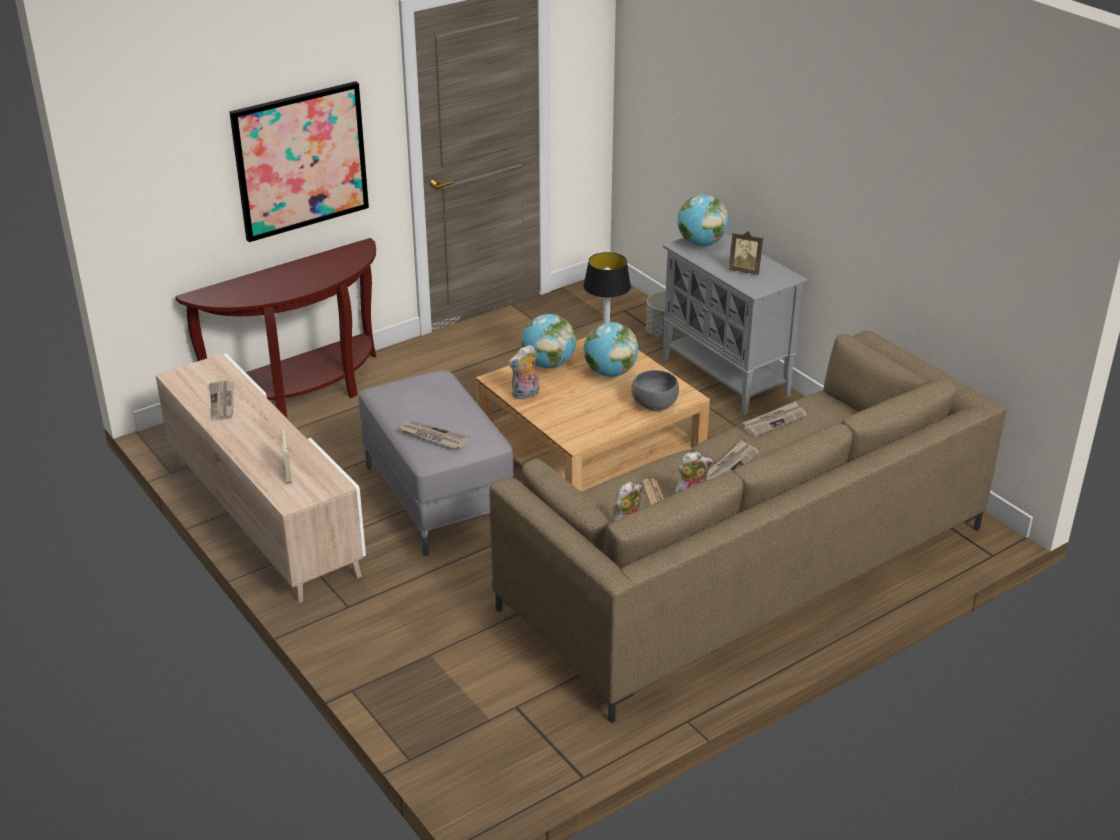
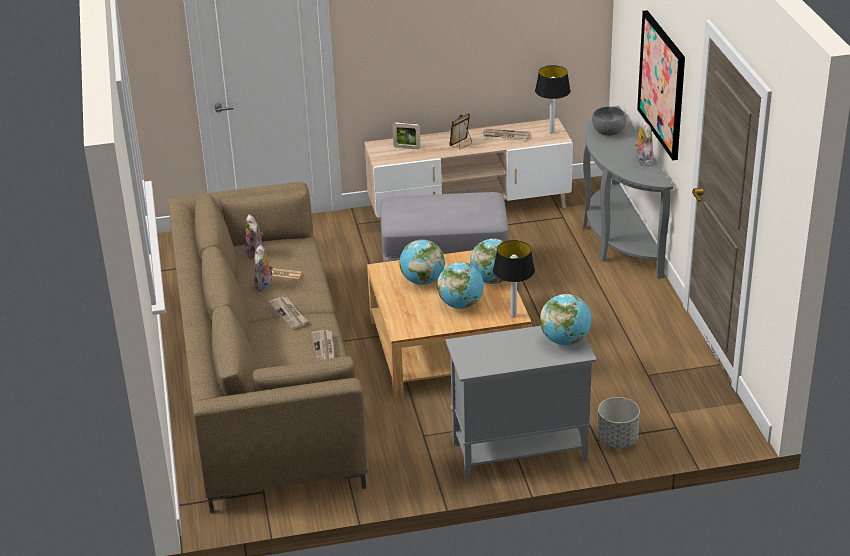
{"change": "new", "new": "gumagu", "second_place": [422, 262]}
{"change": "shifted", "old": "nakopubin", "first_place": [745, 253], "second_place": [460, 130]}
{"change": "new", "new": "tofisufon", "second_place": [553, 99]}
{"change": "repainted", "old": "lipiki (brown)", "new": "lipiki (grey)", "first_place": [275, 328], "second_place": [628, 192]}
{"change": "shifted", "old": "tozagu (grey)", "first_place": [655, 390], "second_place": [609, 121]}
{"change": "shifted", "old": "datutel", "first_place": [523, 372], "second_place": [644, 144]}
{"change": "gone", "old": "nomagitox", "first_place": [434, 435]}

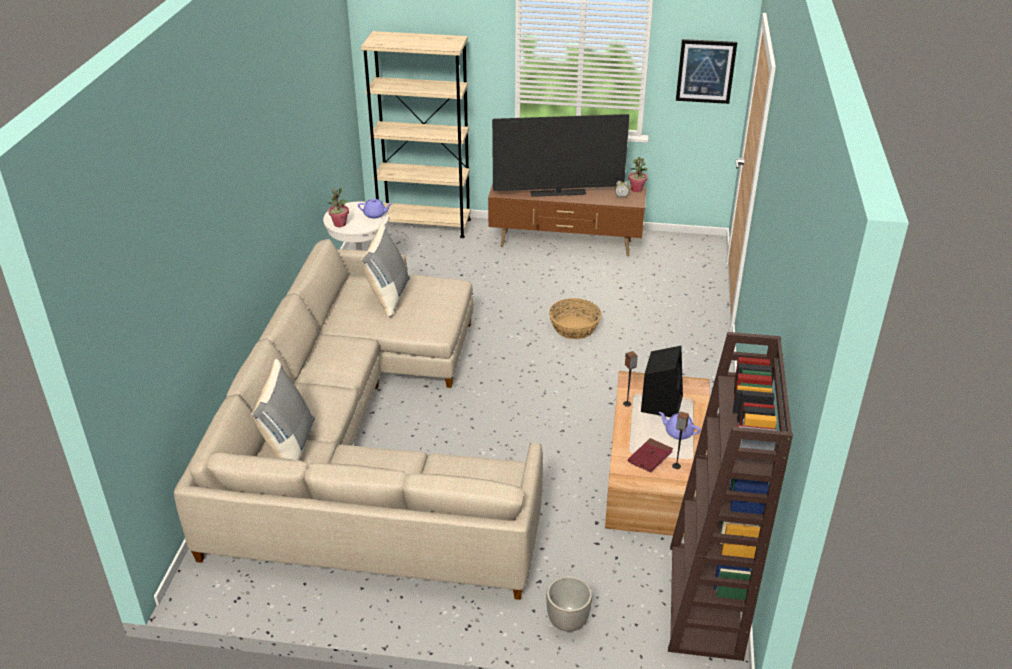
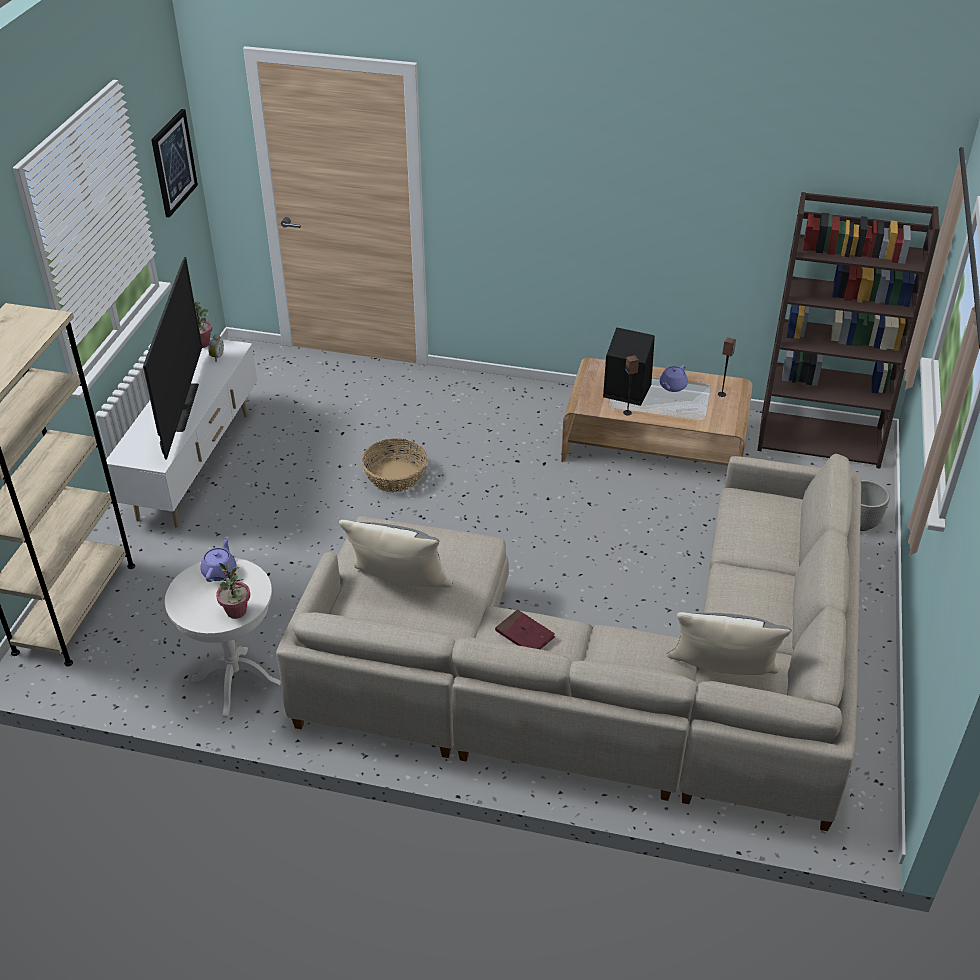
{"change": "repainted", "old": "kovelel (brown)", "new": "kovelel (white)", "first_place": [567, 220], "second_place": [181, 432]}
{"change": "shifted", "old": "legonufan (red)", "first_place": [650, 455], "second_place": [525, 629]}

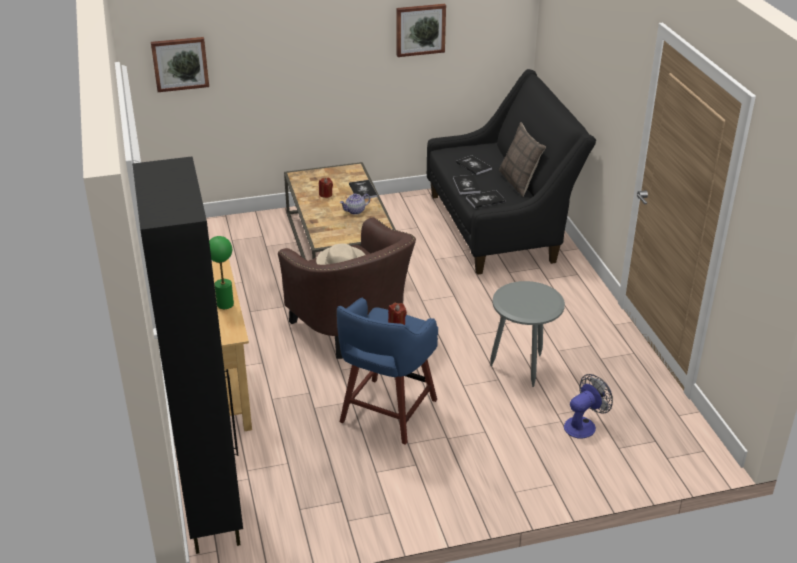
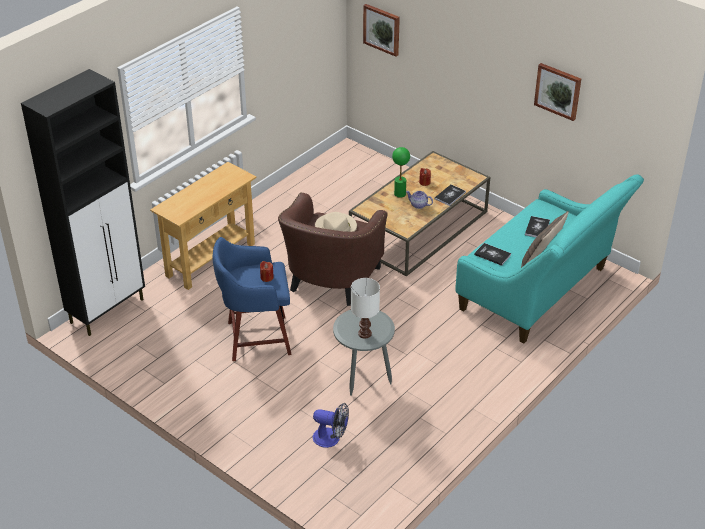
{"change": "new", "new": "tofisufon (white)", "second_place": [365, 308]}
{"change": "shifted", "old": "tofisufon (green)", "first_place": [221, 272], "second_place": [401, 172]}
{"change": "repainted", "old": "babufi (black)", "new": "babufi (turquoise)", "first_place": [511, 172], "second_place": [550, 258]}
{"change": "gone", "old": "legonufan", "first_place": [467, 185]}

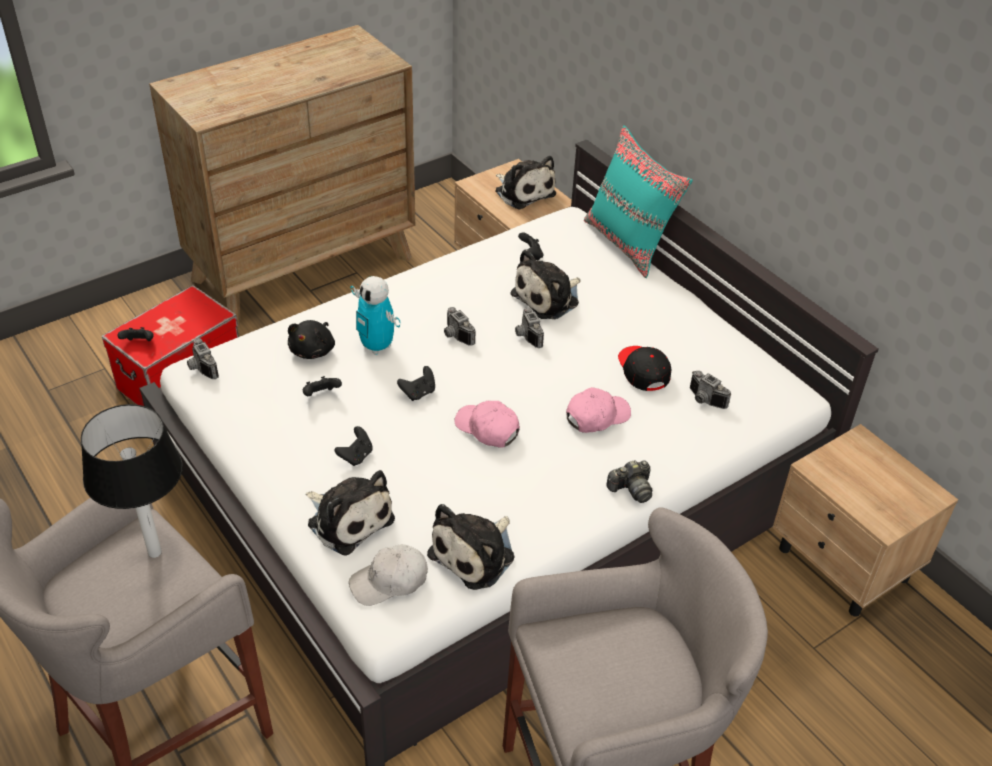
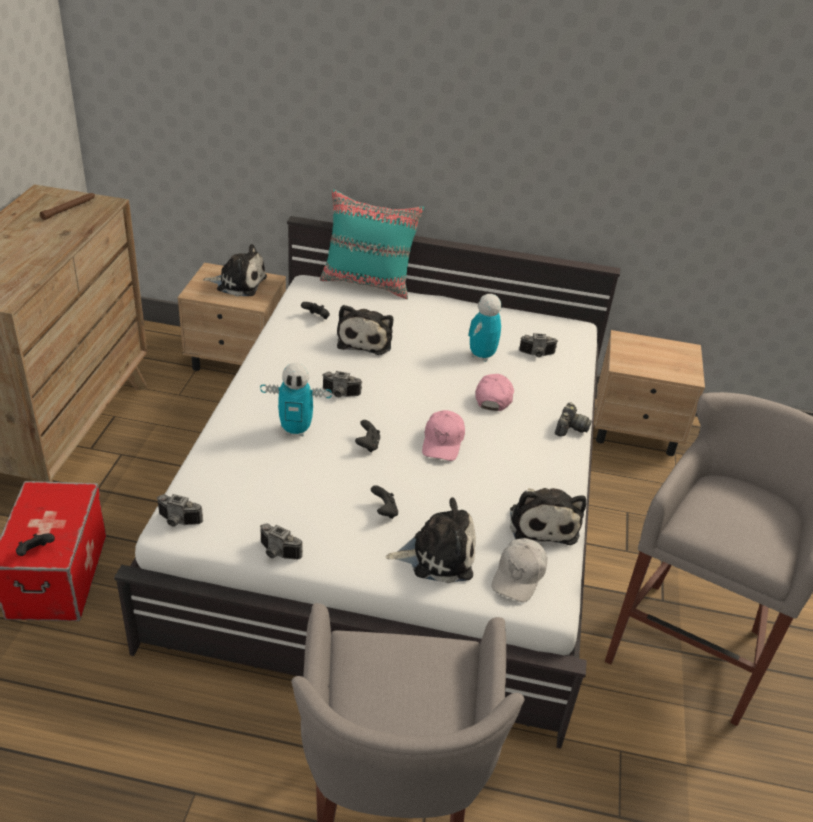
{"change": "new", "new": "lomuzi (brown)", "second_place": [67, 206]}
{"change": "shifted", "old": "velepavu", "first_place": [529, 327], "second_place": [281, 542]}
{"change": "rotated", "old": "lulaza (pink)", "first_place": [487, 424], "second_place": [443, 435], "degrees": -75}
{"change": "swapped", "old": "lulaza (black)", "new": "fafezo", "first_place": [644, 368], "second_place": [484, 328]}
{"change": "gone", "old": "tofisufon", "first_place": [132, 481]}
{"change": "gone", "old": "datutel (black)", "first_place": [311, 339]}
{"change": "gone", "old": "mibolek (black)", "first_place": [322, 386]}

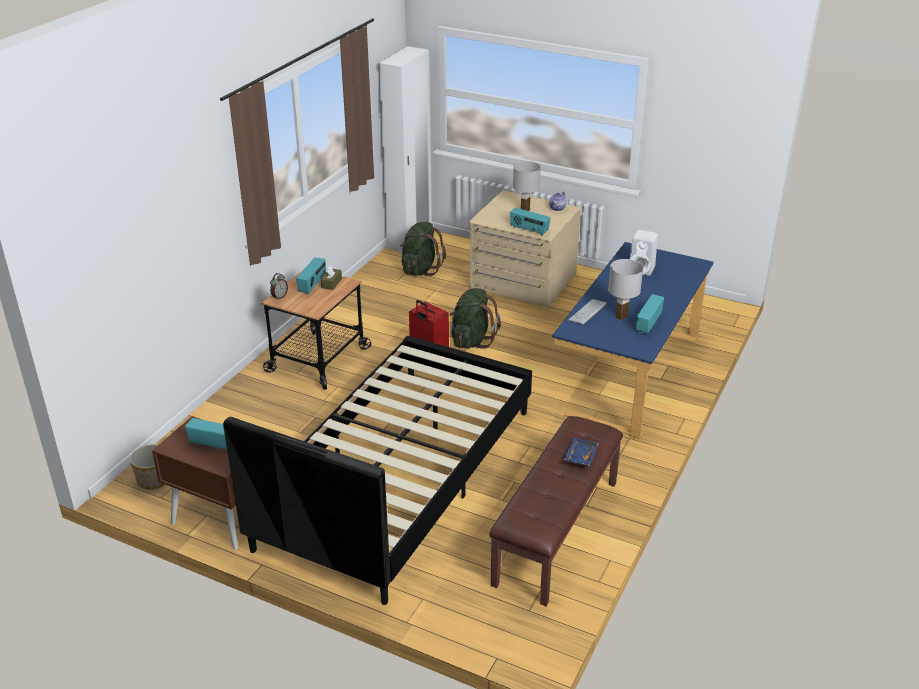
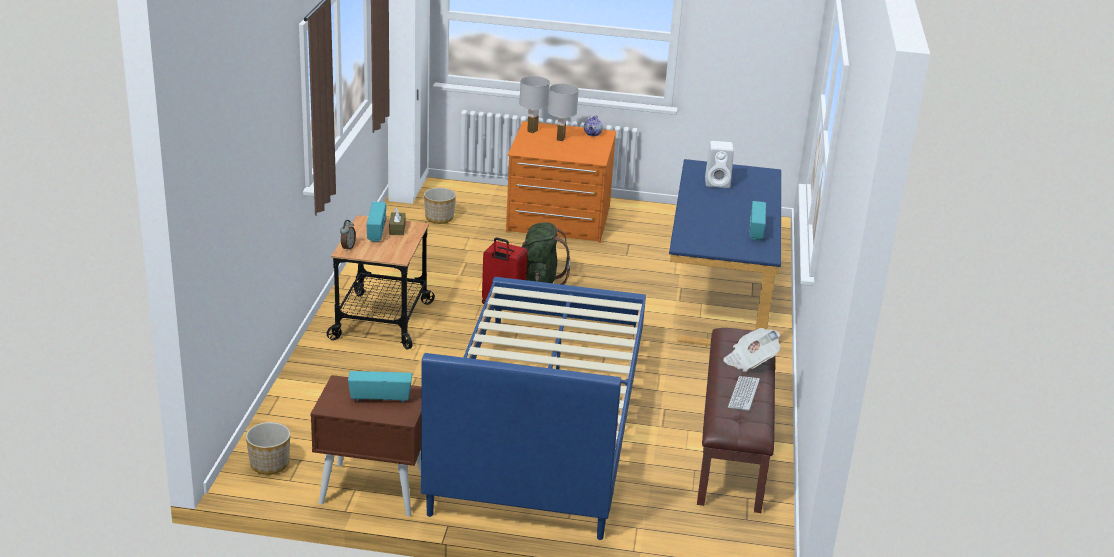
{"change": "repainted", "old": "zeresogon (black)", "new": "zeresogon (blue)", "first_place": [377, 470], "second_place": [533, 408]}
{"change": "swapped", "old": "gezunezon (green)", "new": "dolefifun", "first_place": [423, 249], "second_place": [440, 206]}
{"change": "repainted", "old": "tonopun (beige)", "new": "tonopun (orange)", "first_place": [524, 249], "second_place": [561, 182]}
{"change": "shifted", "old": "tofisufon (white)", "first_place": [625, 289], "second_place": [534, 104]}
{"change": "swapped", "old": "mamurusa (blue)", "new": "nomagitox", "first_place": [581, 451], "second_place": [752, 350]}
{"change": "shifted", "old": "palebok", "first_place": [587, 311], "second_place": [744, 393]}
{"change": "gone", "old": "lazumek", "first_place": [530, 221]}

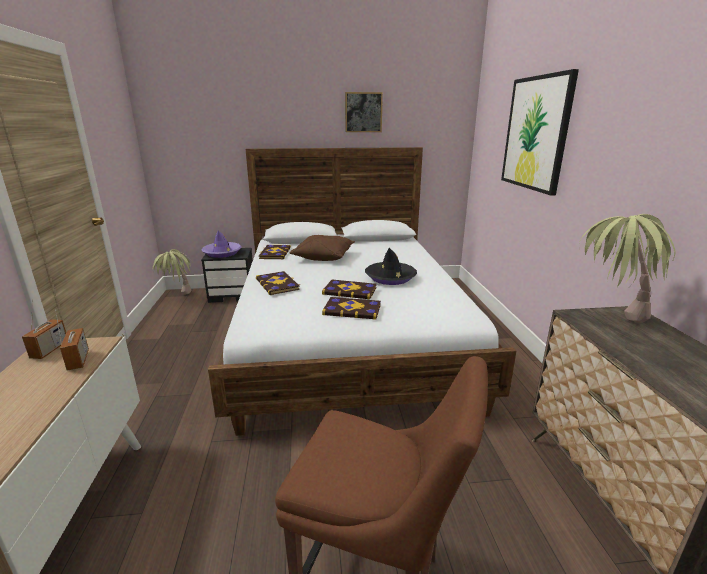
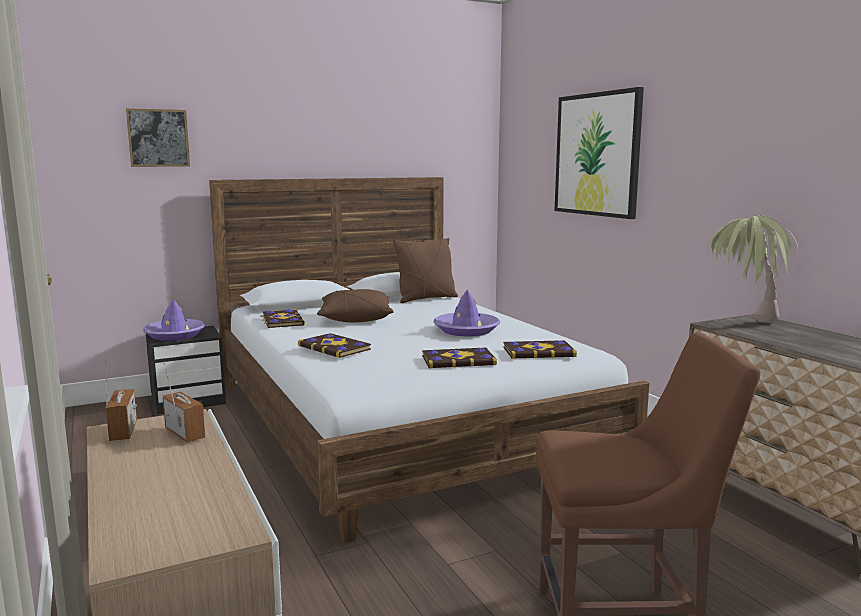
{"change": "shifted", "old": "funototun", "first_place": [364, 112], "second_place": [158, 137]}
{"change": "new", "new": "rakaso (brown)", "second_place": [425, 270]}
{"change": "repainted", "old": "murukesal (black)", "new": "murukesal (purple)", "first_place": [391, 266], "second_place": [467, 313]}
{"change": "shifted", "old": "legonufan", "first_place": [349, 290], "second_place": [540, 349]}
{"change": "gone", "old": "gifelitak", "first_place": [172, 272]}

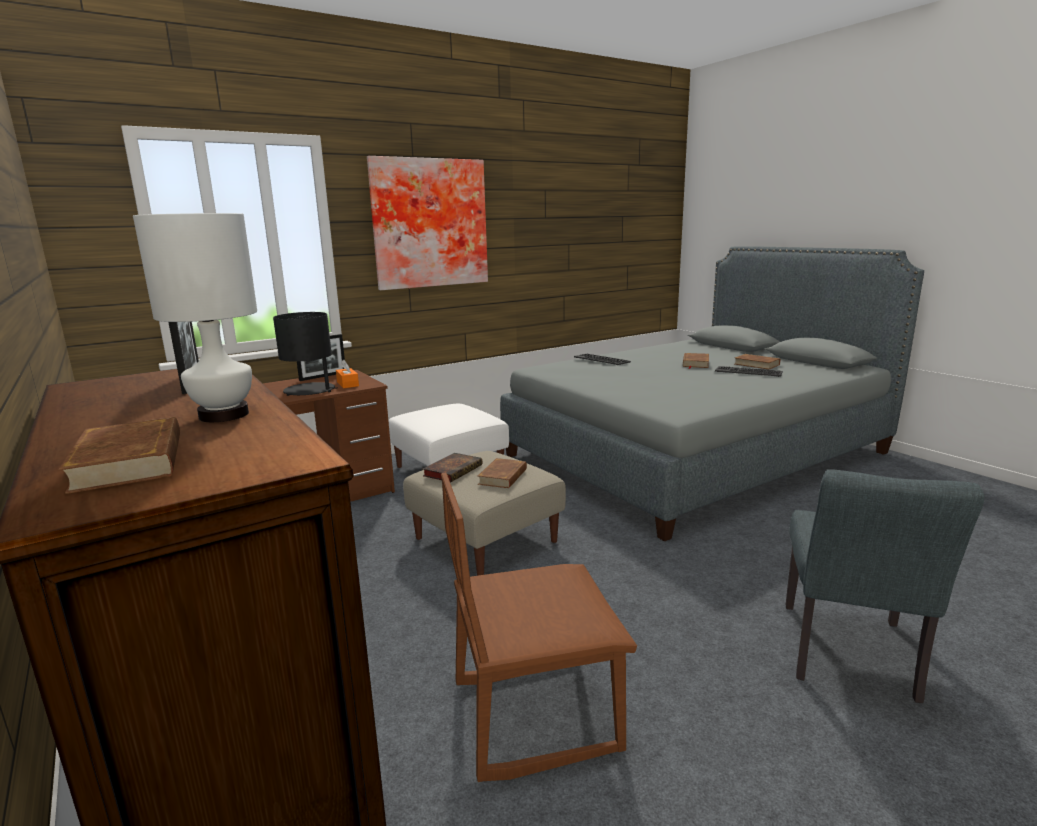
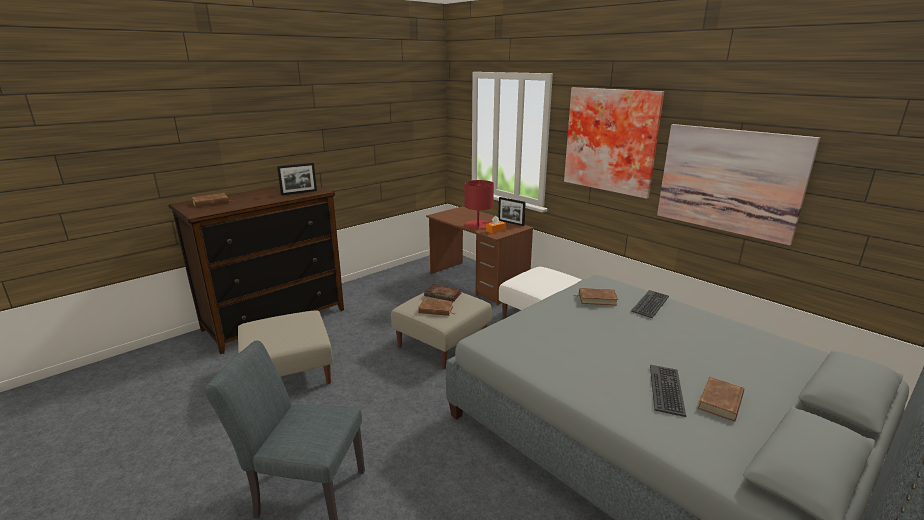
{"change": "swapped", "old": "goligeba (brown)", "new": "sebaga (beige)", "first_place": [539, 627], "second_place": [285, 347]}
{"change": "repainted", "old": "tofisufon (black)", "new": "tofisufon (red)", "first_place": [305, 354], "second_place": [479, 205]}
{"change": "shifted", "old": "legonufan (brown)", "first_place": [696, 361], "second_place": [596, 296]}
{"change": "new", "new": "funototun", "second_place": [738, 184]}
{"change": "gone", "old": "tofisufon (white)", "first_place": [195, 317]}

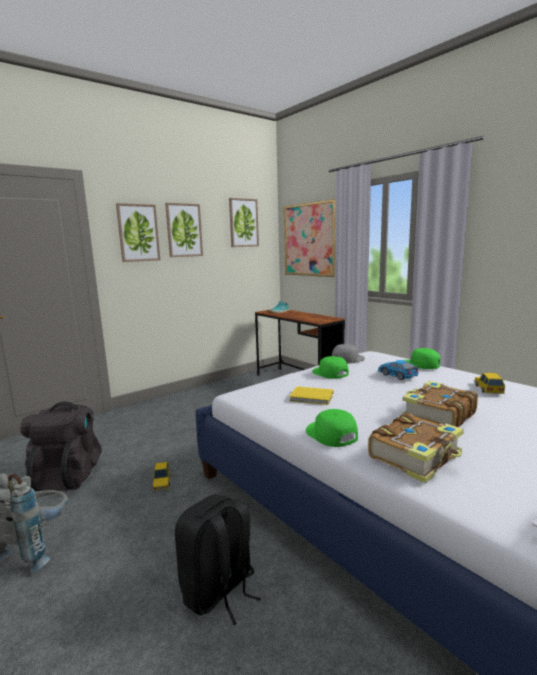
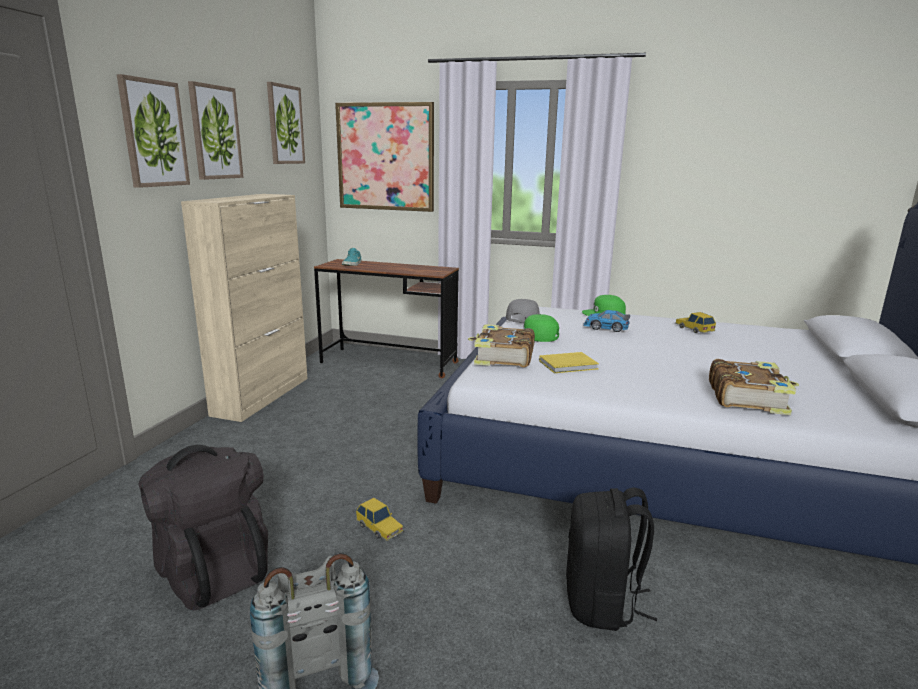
{"change": "new", "new": "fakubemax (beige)", "second_place": [244, 308]}
{"change": "shifted", "old": "legonufan", "first_place": [440, 404], "second_place": [501, 345]}
{"change": "gone", "old": "lulaza (green)", "first_place": [332, 428]}

